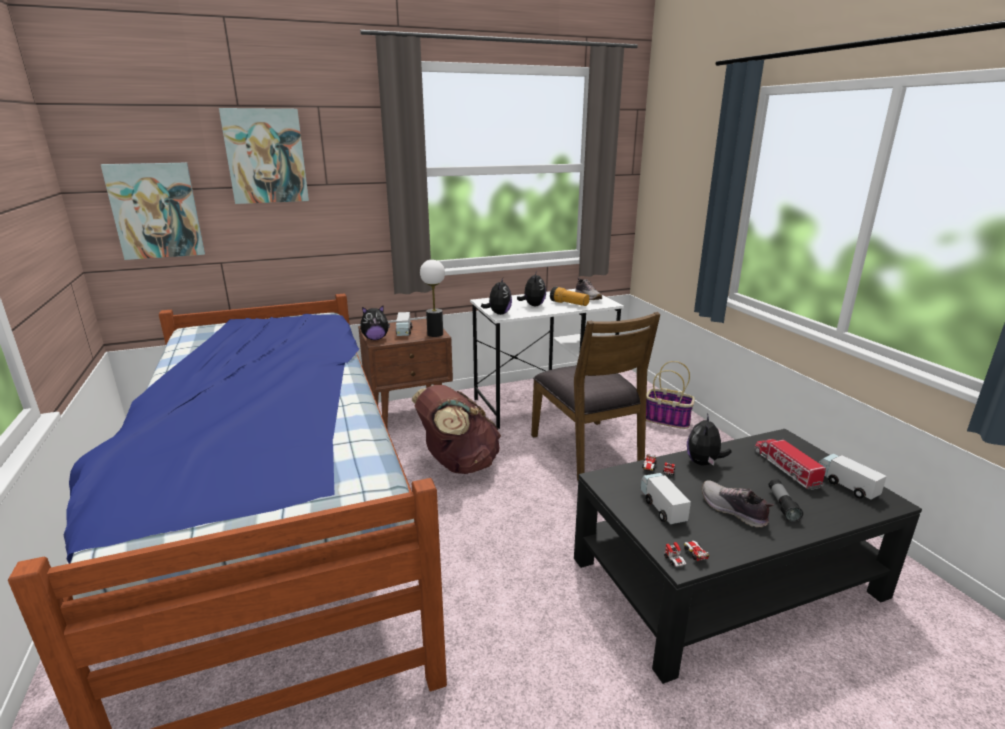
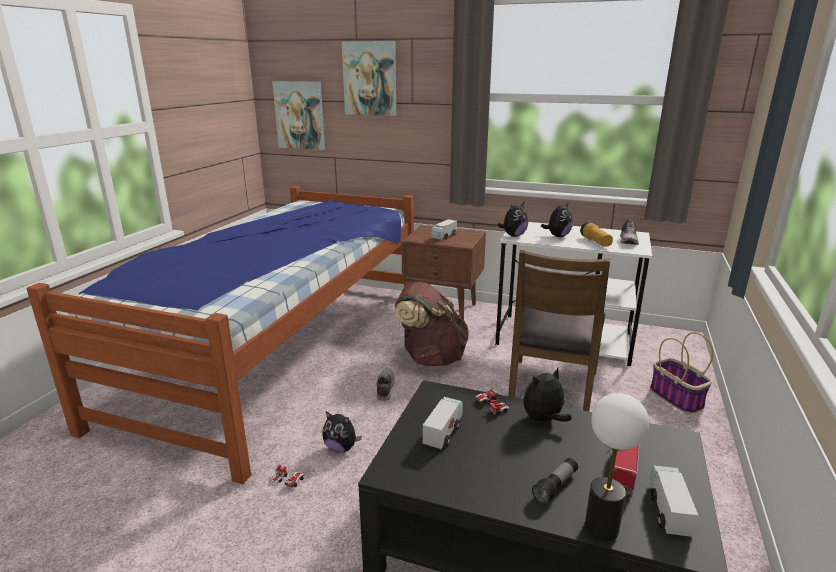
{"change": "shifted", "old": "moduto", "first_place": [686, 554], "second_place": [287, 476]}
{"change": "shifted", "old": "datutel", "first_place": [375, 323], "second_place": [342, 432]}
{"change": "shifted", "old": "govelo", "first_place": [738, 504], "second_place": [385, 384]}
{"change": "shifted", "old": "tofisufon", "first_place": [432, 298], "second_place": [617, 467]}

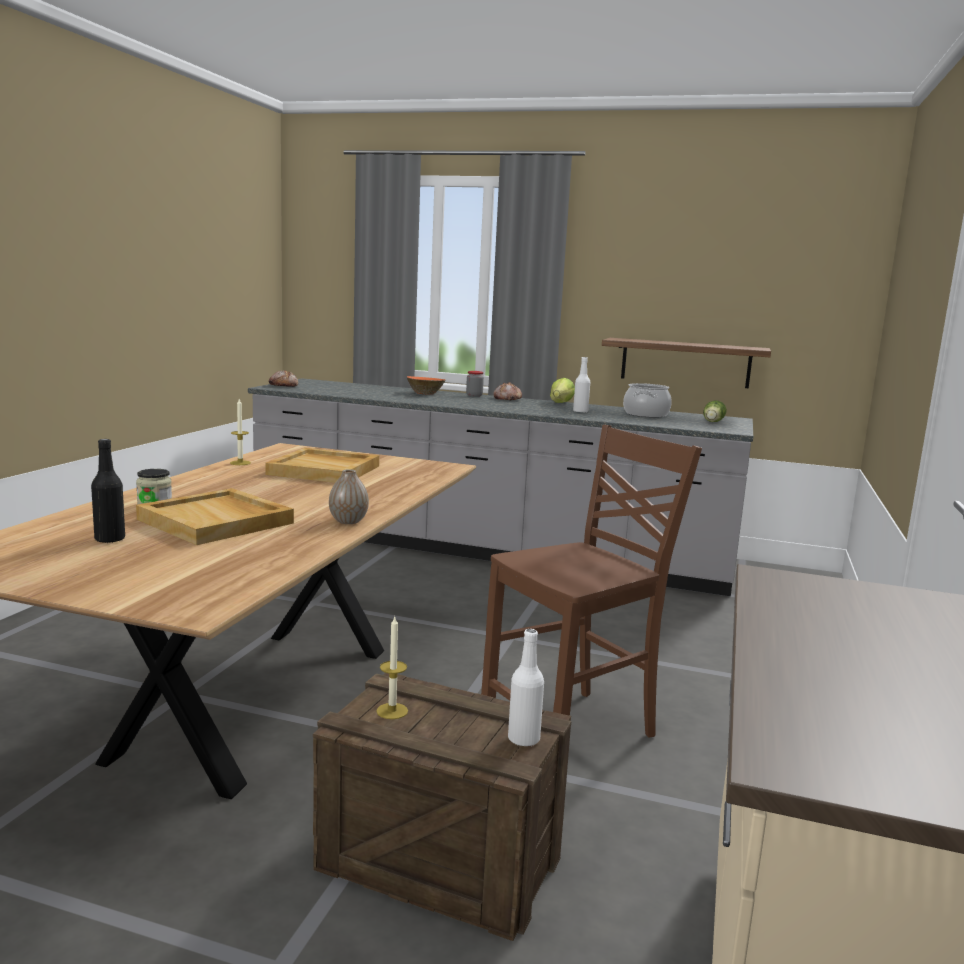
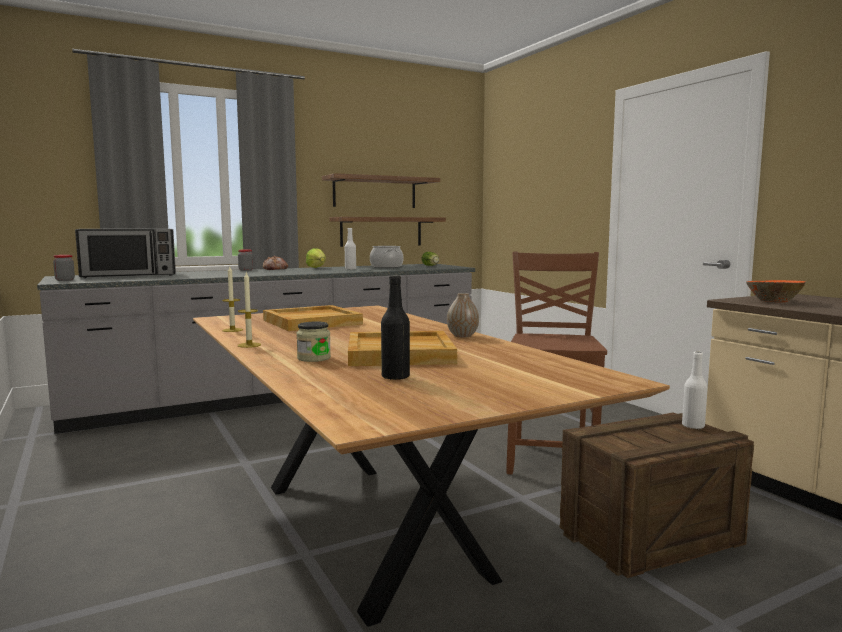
{"change": "swapped", "old": "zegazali", "new": "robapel", "first_place": [283, 378], "second_place": [64, 268]}
{"change": "new", "new": "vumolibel", "second_place": [125, 253]}
{"change": "shifted", "old": "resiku", "first_place": [392, 668], "second_place": [249, 309]}
{"change": "new", "new": "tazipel", "second_place": [381, 190]}
{"change": "shifted", "old": "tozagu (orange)", "first_place": [426, 385], "second_place": [776, 291]}

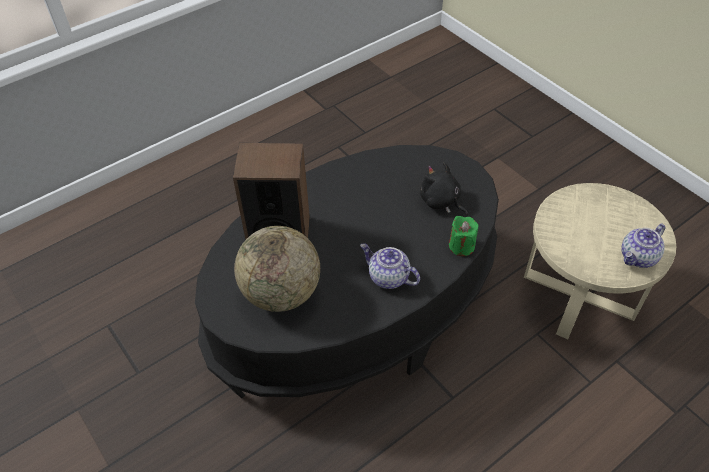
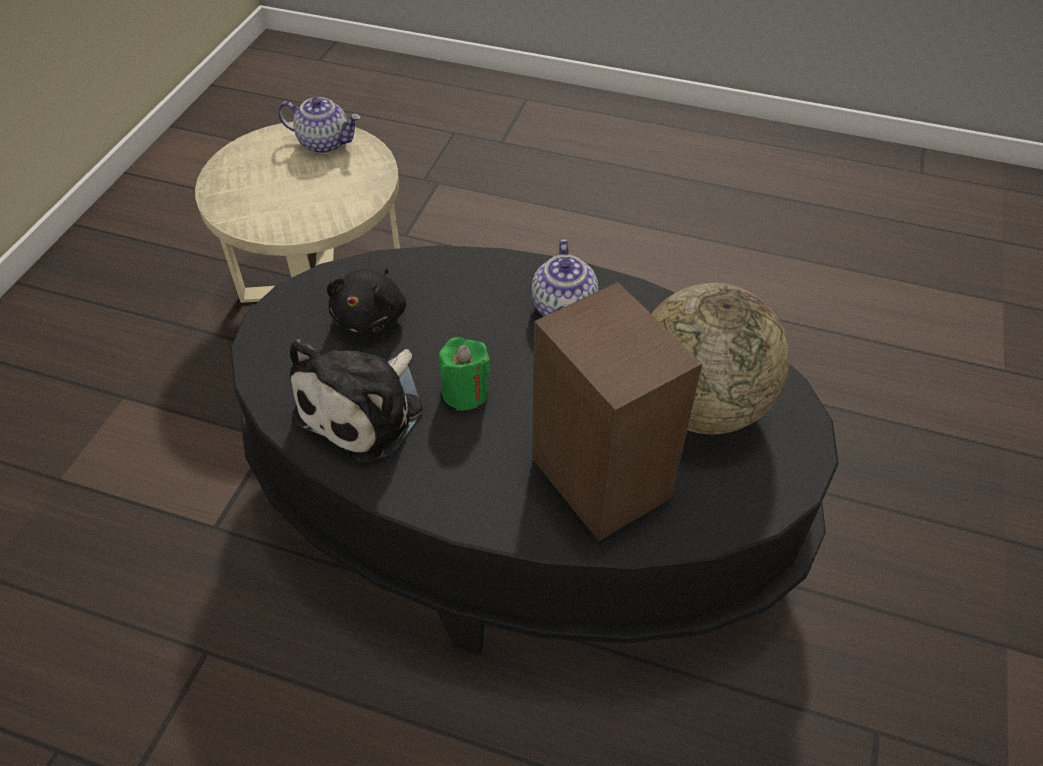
{"change": "new", "new": "datutel", "second_place": [356, 401]}
{"change": "shifted", "old": "resiku (green)", "first_place": [463, 236], "second_place": [464, 374]}

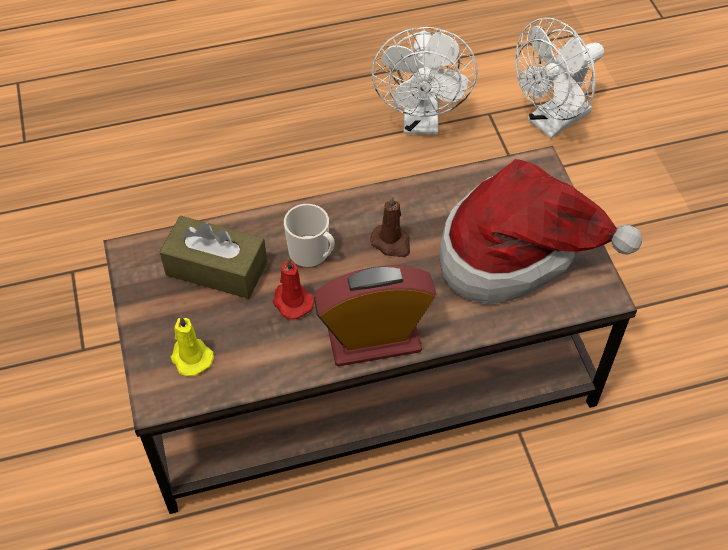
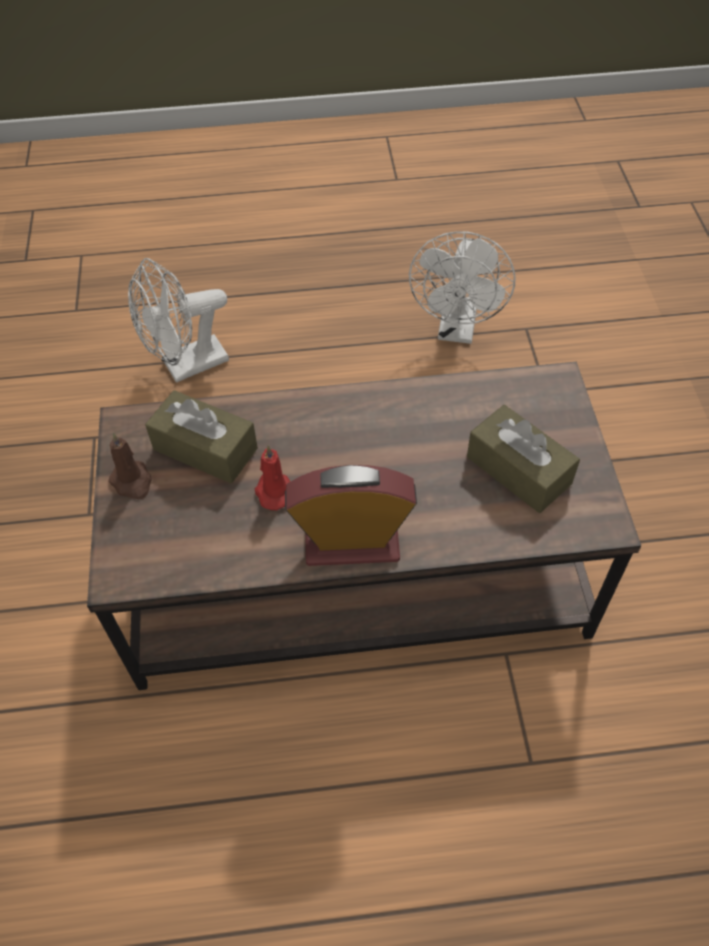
{"change": "shifted", "old": "resiku (brown)", "first_place": [390, 226], "second_place": [130, 466]}
{"change": "shifted", "old": "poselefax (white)", "first_place": [559, 78], "second_place": [178, 320]}
{"change": "swapped", "old": "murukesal", "new": "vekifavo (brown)", "first_place": [541, 231], "second_place": [523, 459]}
{"change": "gone", "old": "resiku (yellow)", "first_place": [192, 345]}
{"change": "gone", "old": "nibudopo", "first_place": [309, 236]}

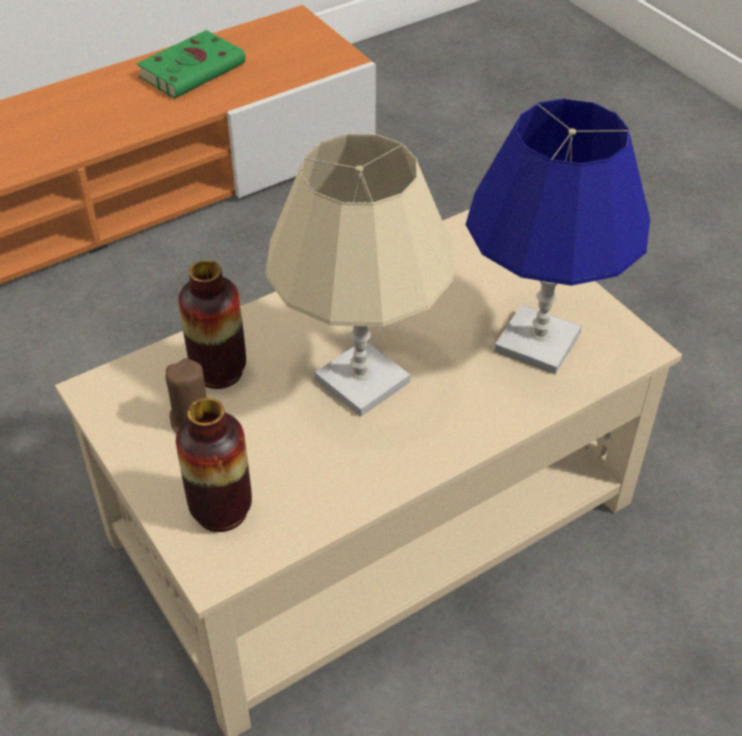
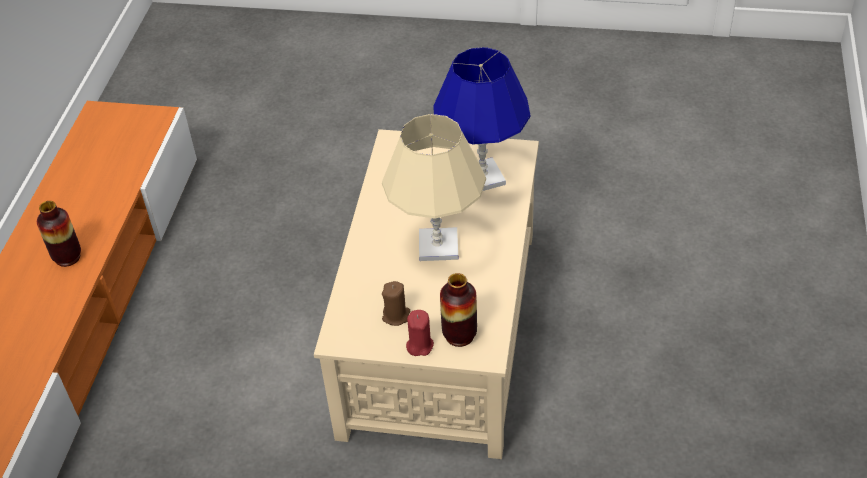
{"change": "shifted", "old": "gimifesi", "first_place": [212, 324], "second_place": [59, 234]}
{"change": "new", "new": "resiku (red)", "second_place": [420, 333]}
{"change": "gone", "old": "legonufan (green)", "first_place": [191, 64]}

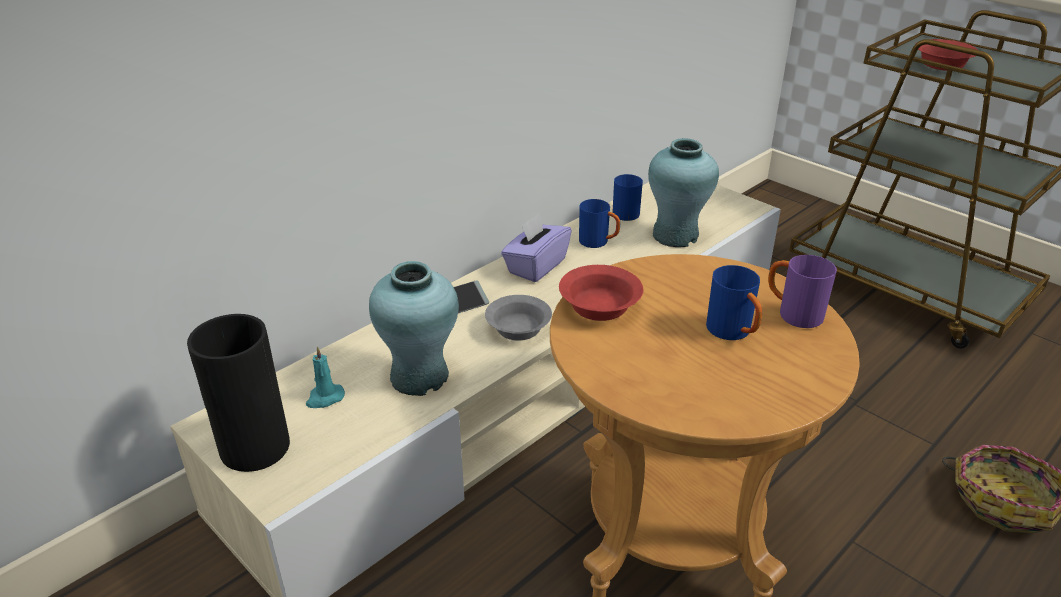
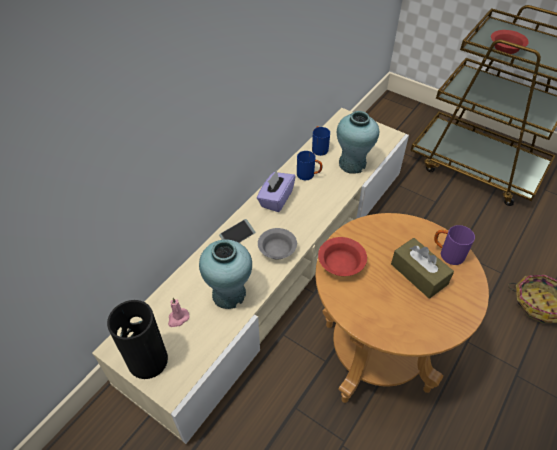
{"change": "repainted", "old": "resiku (turquoise)", "new": "resiku (pink)", "first_place": [325, 377], "second_place": [178, 312]}
{"change": "swapped", "old": "nibudopo (blue)", "new": "vekifavo (brown)", "first_place": [734, 302], "second_place": [422, 268]}

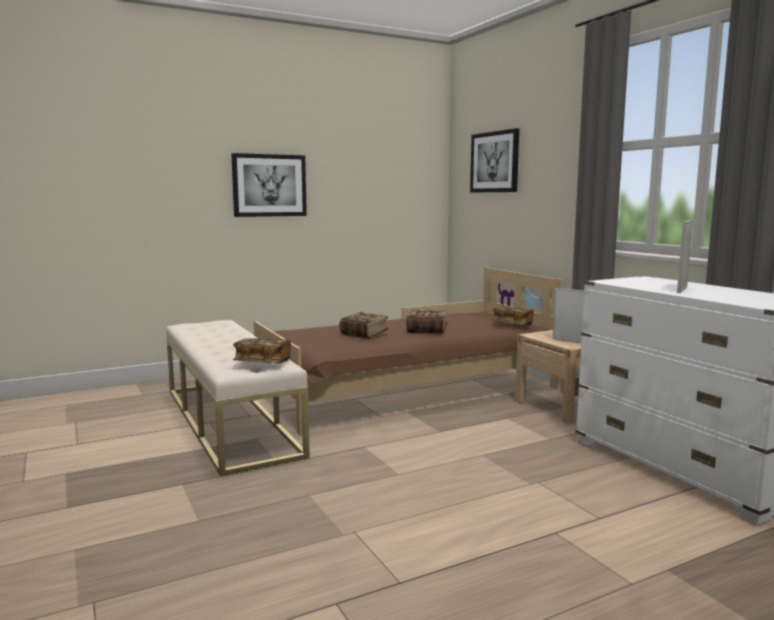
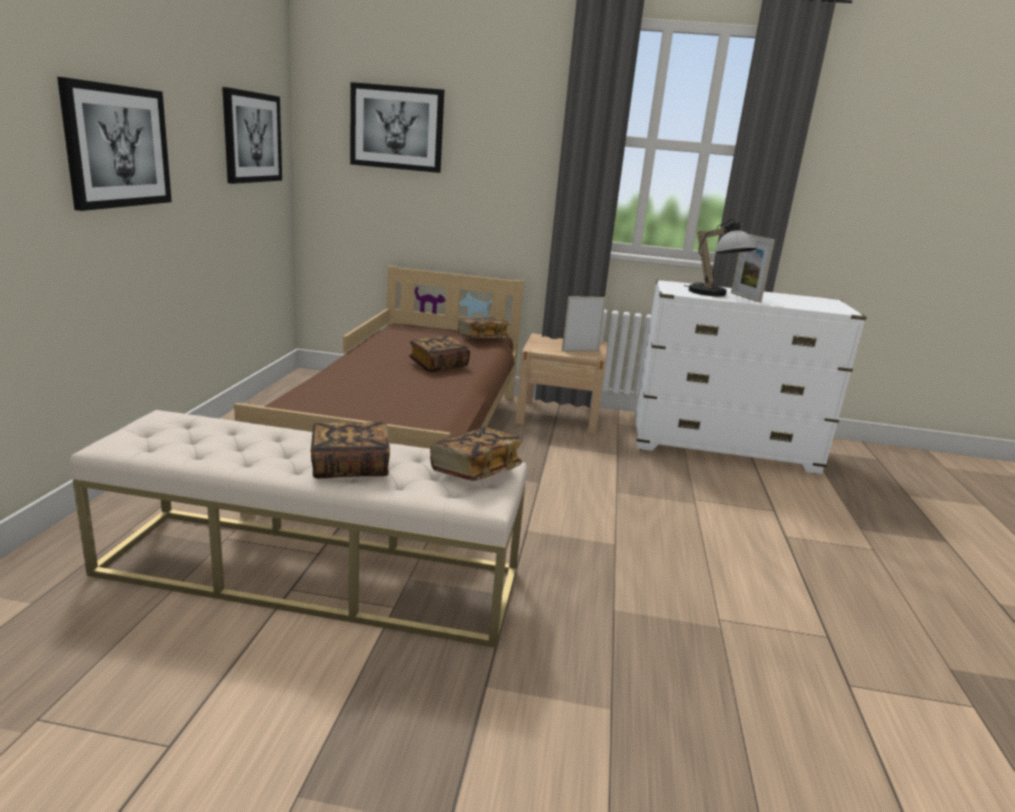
{"change": "new", "new": "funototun", "second_place": [252, 135]}
{"change": "shifted", "old": "legonufan", "first_place": [364, 325], "second_place": [350, 450]}
{"change": "new", "new": "tofisufon", "second_place": [720, 257]}

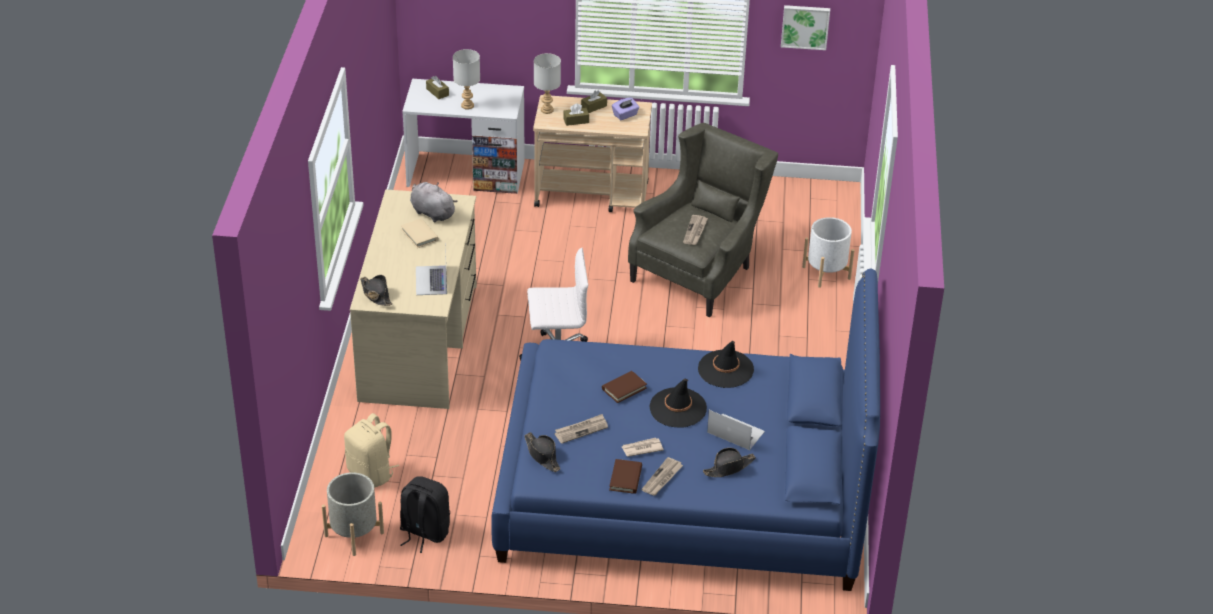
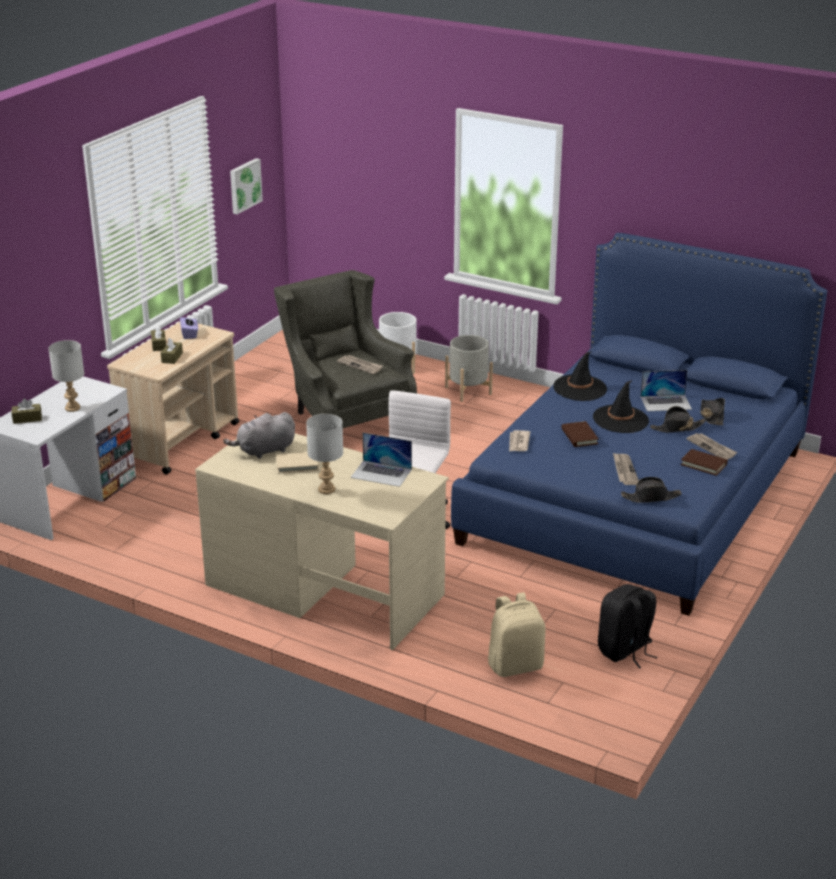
{"change": "shifted", "old": "tofisufon (grey)", "first_place": [547, 83], "second_place": [324, 454]}
{"change": "shifted", "old": "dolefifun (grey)", "first_place": [353, 514], "second_place": [469, 368]}
{"change": "shifted", "old": "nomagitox", "first_place": [643, 447], "second_place": [519, 441]}
{"change": "rotated", "old": "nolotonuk", "first_place": [736, 430], "second_place": [666, 390], "degrees": -150}
{"change": "shifted", "old": "murukesal (black)", "first_place": [376, 290], "second_place": [678, 419]}

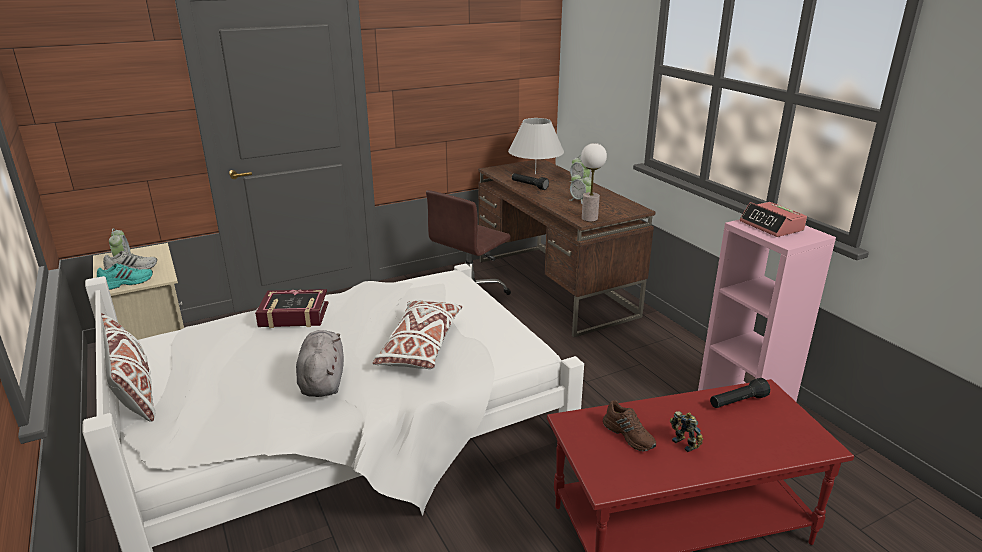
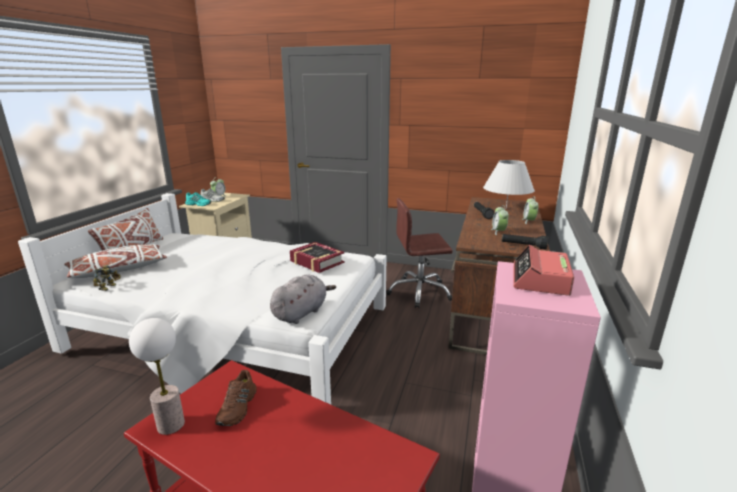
{"change": "shifted", "old": "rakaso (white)", "first_place": [417, 334], "second_place": [115, 261]}
{"change": "shifted", "old": "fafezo", "first_place": [686, 431], "second_place": [107, 278]}
{"change": "shifted", "old": "tofisufon", "first_place": [594, 182], "second_place": [157, 376]}
{"change": "shifted", "old": "datutel (grey)", "first_place": [320, 363], "second_place": [303, 299]}
{"change": "shifted", "old": "legonufan", "first_place": [292, 308], "second_place": [317, 257]}
{"change": "shifted", "old": "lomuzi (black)", "first_place": [740, 393], "second_place": [525, 241]}

